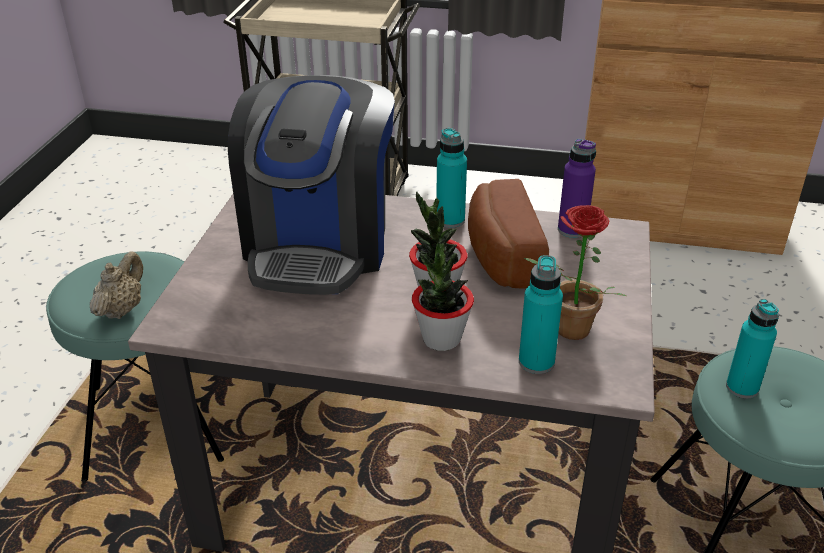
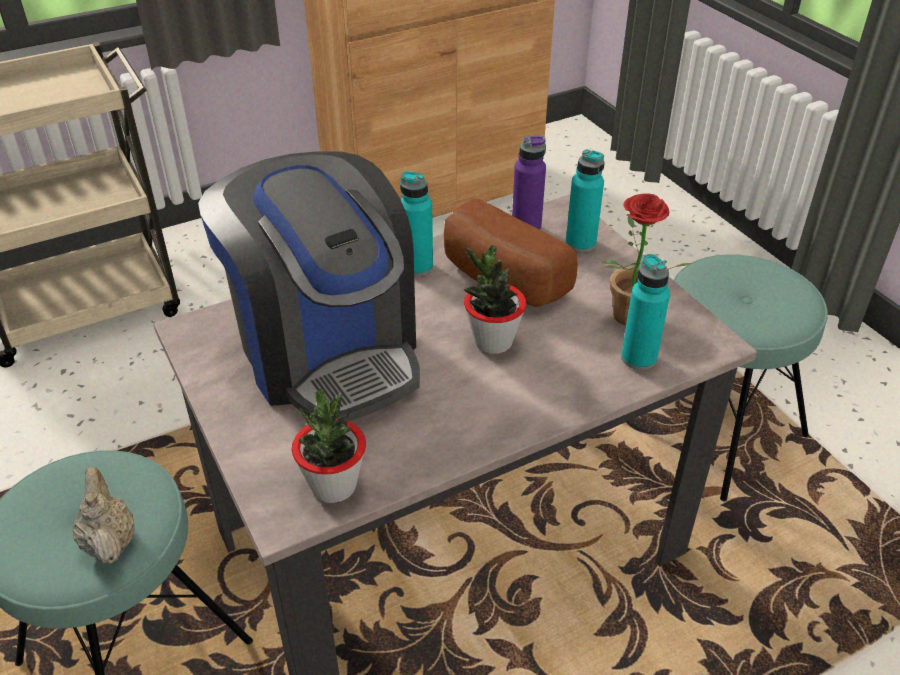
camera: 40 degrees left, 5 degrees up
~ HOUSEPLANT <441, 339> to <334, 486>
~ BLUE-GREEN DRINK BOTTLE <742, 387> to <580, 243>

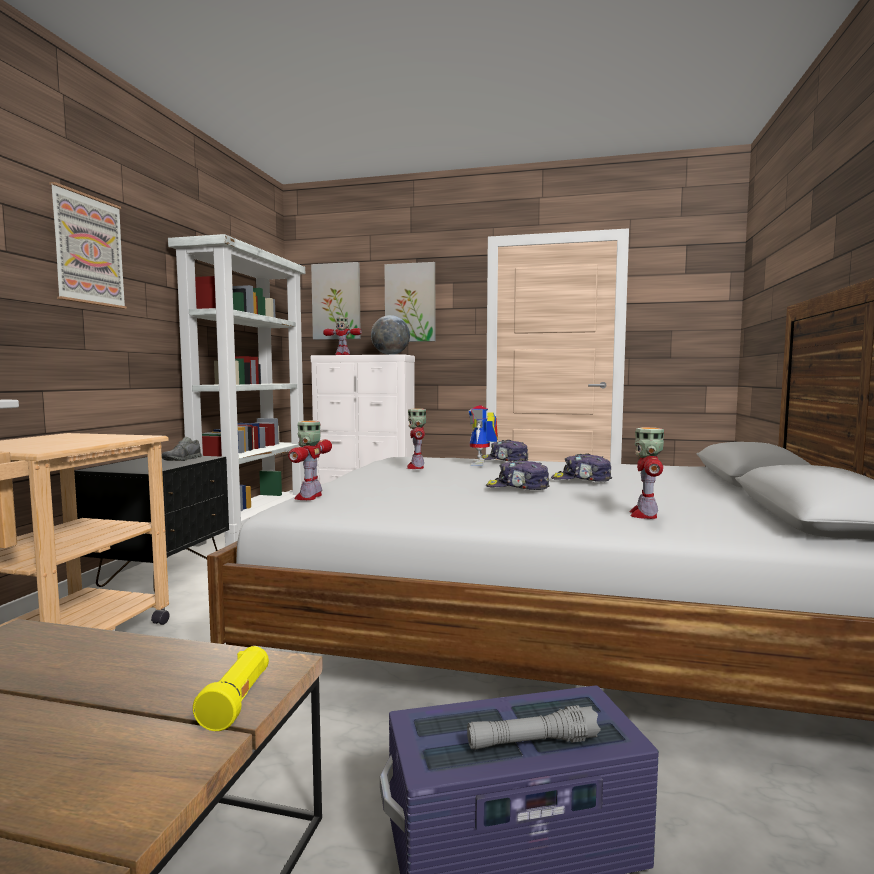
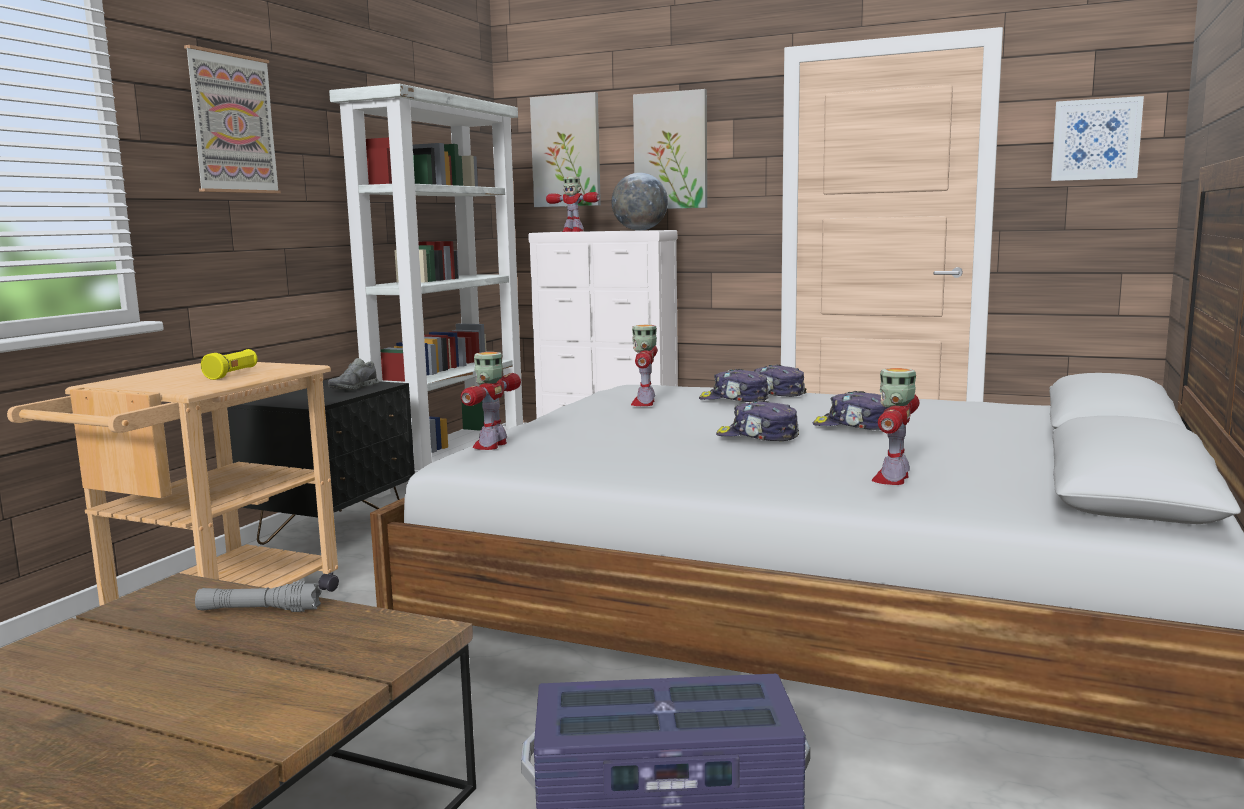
camera: 10 degrees right, 5 degrees up
~ YELLOWISH TORCH <237, 702> to <232, 375>
~ GREY TORCH <532, 742> to <259, 610>
~ ROBOT FIGURE <482, 464> to BASEBALL CAP <734, 400>
+ WALL ART <1096, 139>

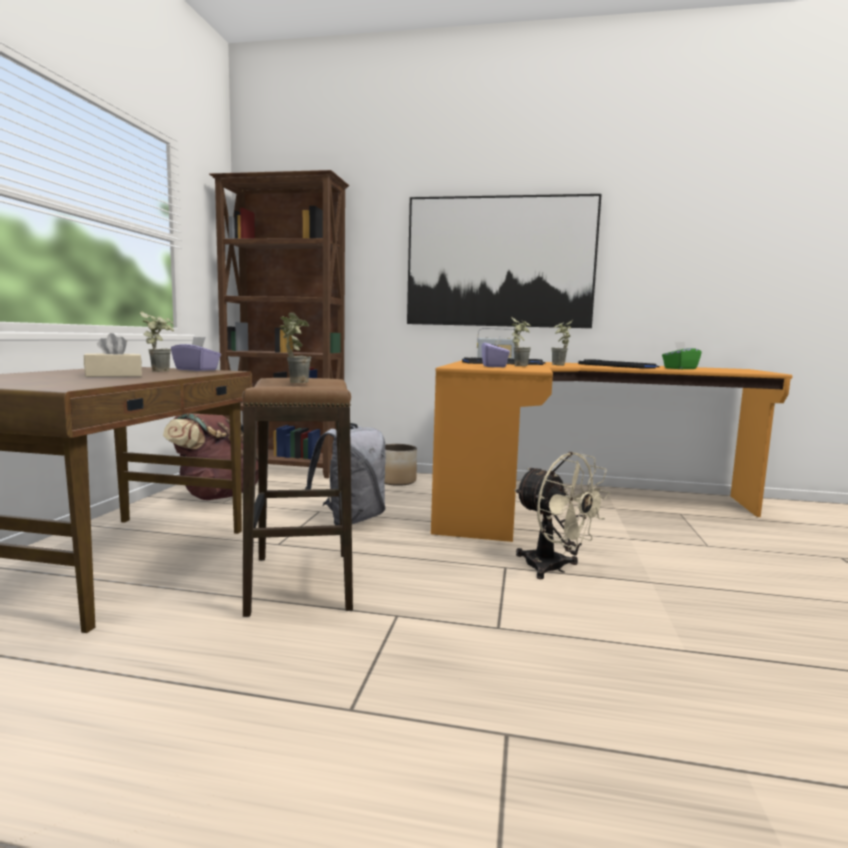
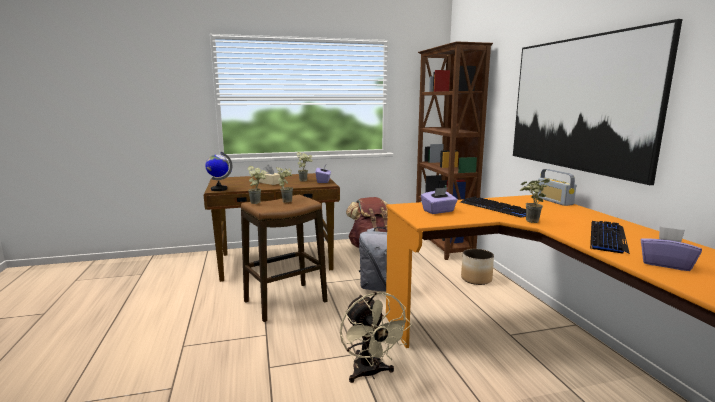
camera: 65 degrees right, 5 degrees up
~ HOUSEPLANT <519, 366> to <258, 202>
~ BEIGE-COLOURED ELECTRIC FAN <554, 569> = <370, 374> 45 degrees counterclockwise
~ GREENISH BOX OF TISSUES <680, 368> to PURPLISH BOX OF TISSUES <665, 264>
+ DESK GLOBE <219, 189>

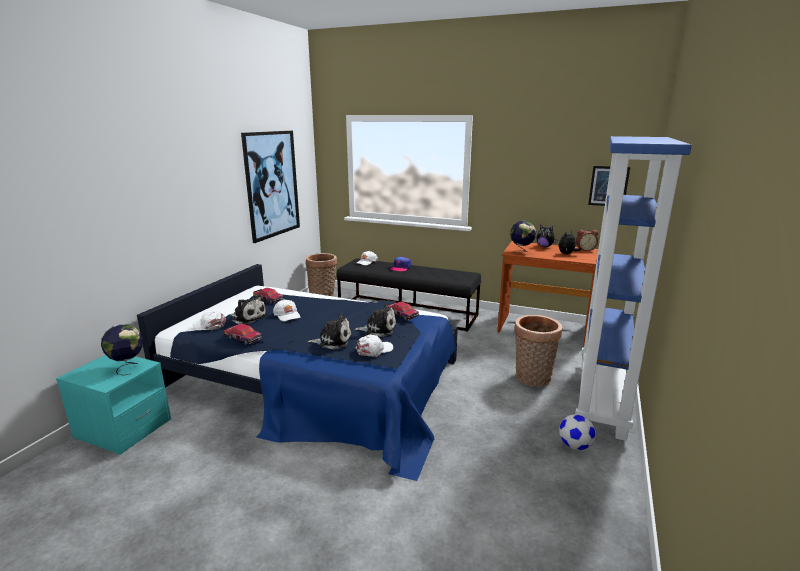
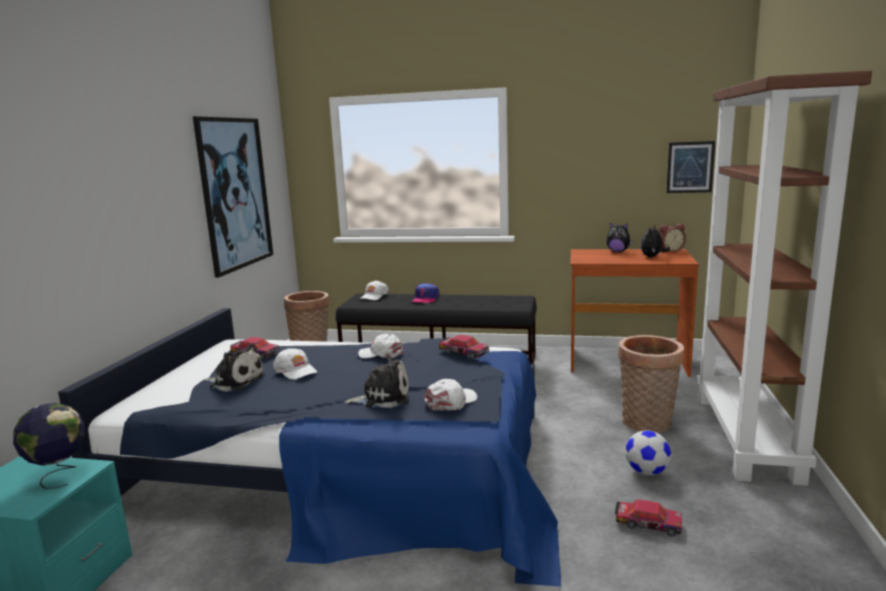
camera: 10 degrees left, 5 degrees down
~ WHITE-COLOURED BASEBALL CAP <209, 325> to <381, 354>
~ MINIATURE CAR <243, 338> to <648, 523>
- CUDDLY TOY <378, 329>
- DESK GLOBE <521, 252>
~ BALL FOR FOOTBALL <575, 446> to <647, 472>
~ BLUE-COLOURED SHELVING UNIT <602, 399> to BROWN-COLOURED SHELVING UNIT <747, 437>

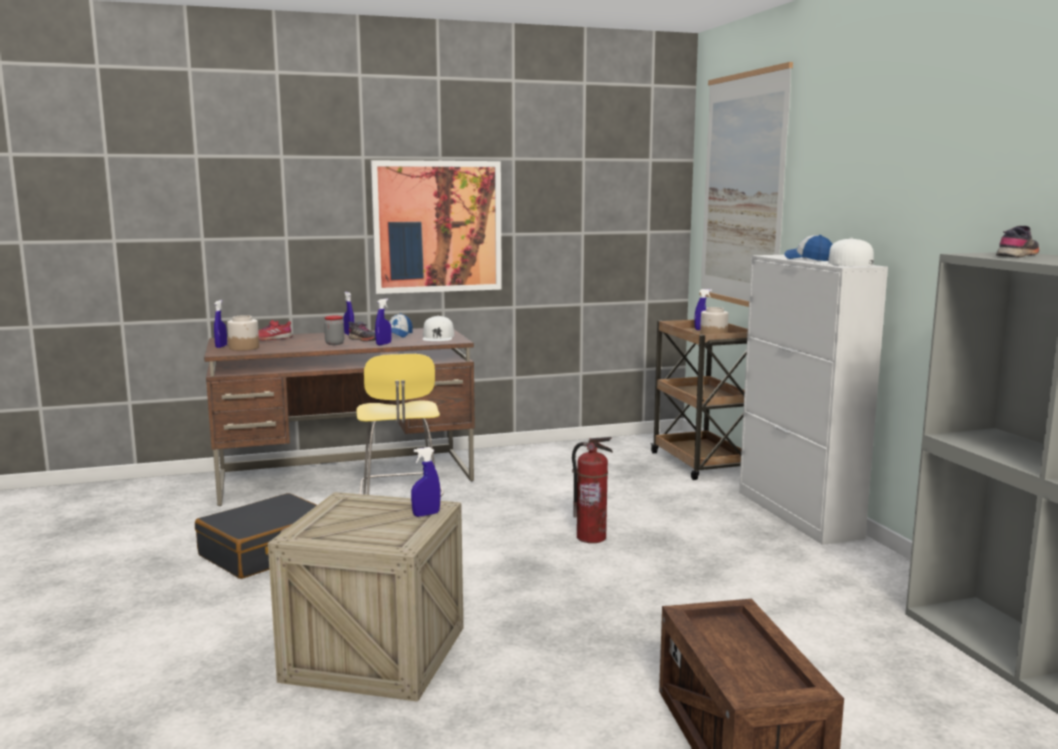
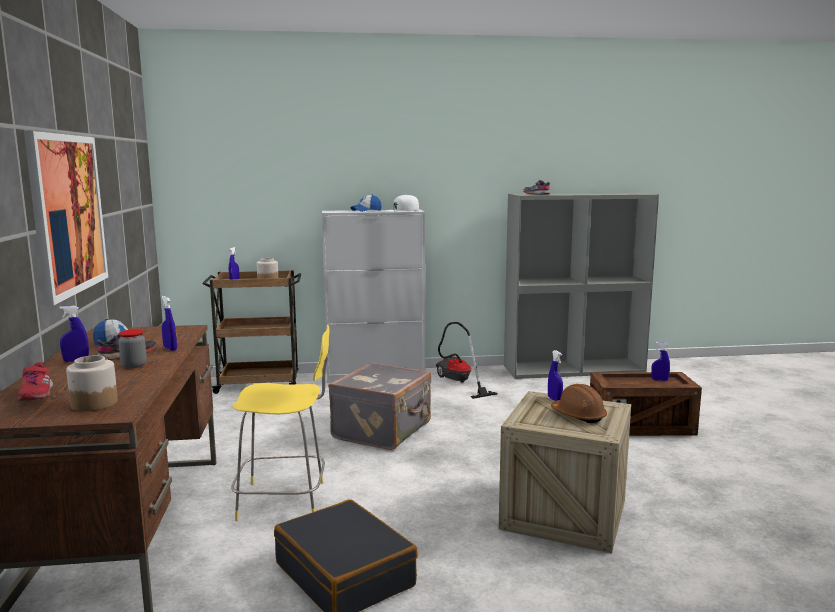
camera: 80 degrees left, 0 degrees up
~ BLUE-COLOURED SPRAYER <221, 346> to <659, 380>
- WHITE-COLOURED BASEBALL CAP <438, 337>
~ EXTINGUISHER <591, 537> to GREY TRAVEL CASE <383, 431>
- WALL ART <743, 190>
+ VACUUM <458, 382>
+ BROWN-COLOURED SAFETY HELMET <578, 415>

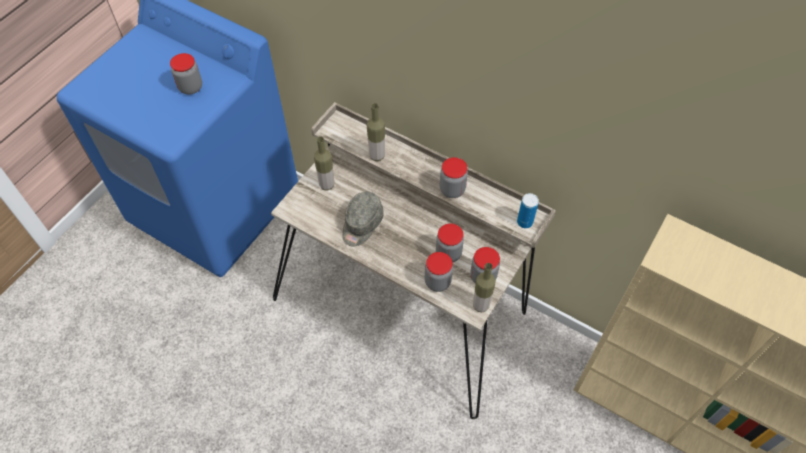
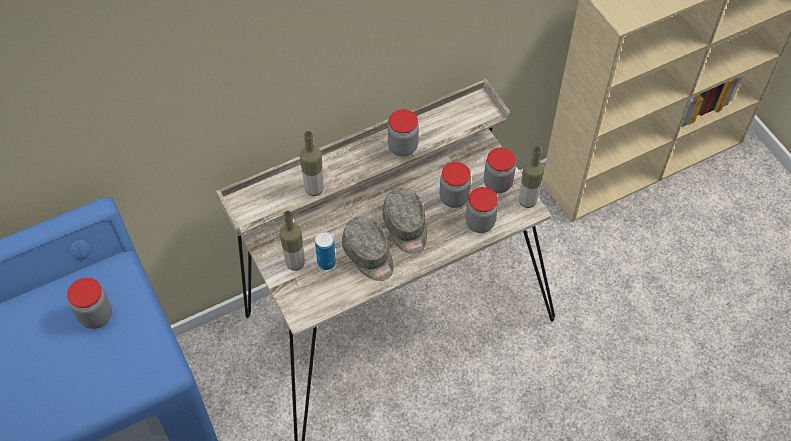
camera: 60 degrees left, 0 degrees up
~ CAN <524, 222> to <326, 262>
+ GREY BASEBALL CAP <406, 227>

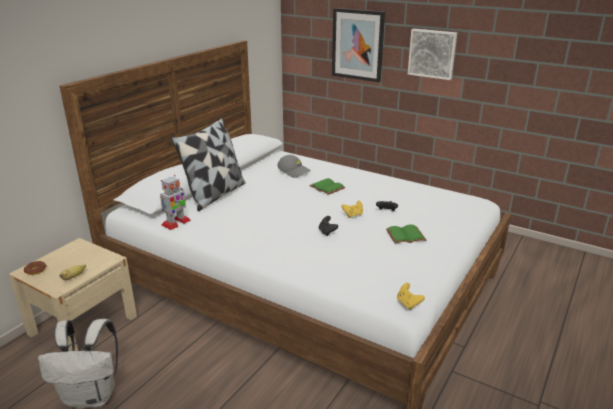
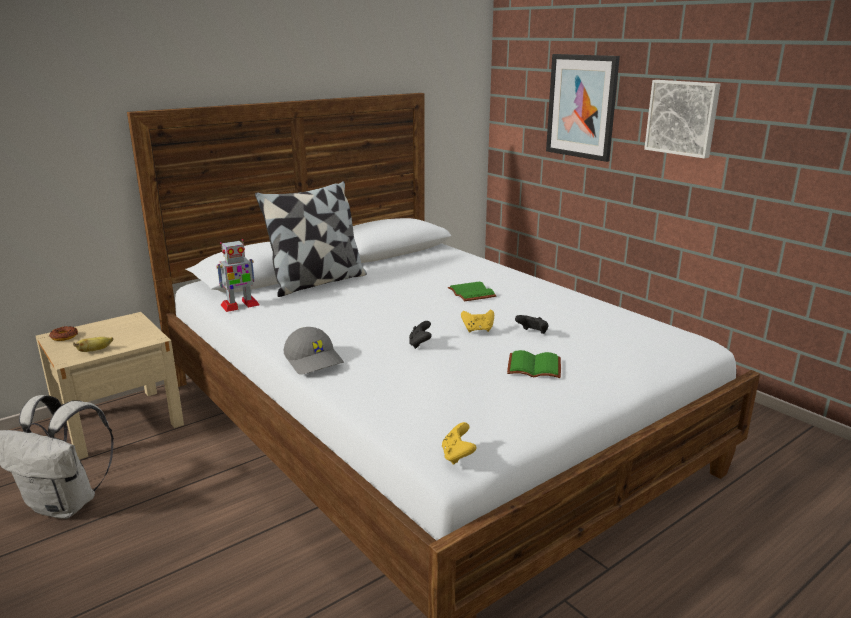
camera: 20 degrees right, 5 degrees down
~ GREY BASEBALL CAP <294, 171> to <314, 360>

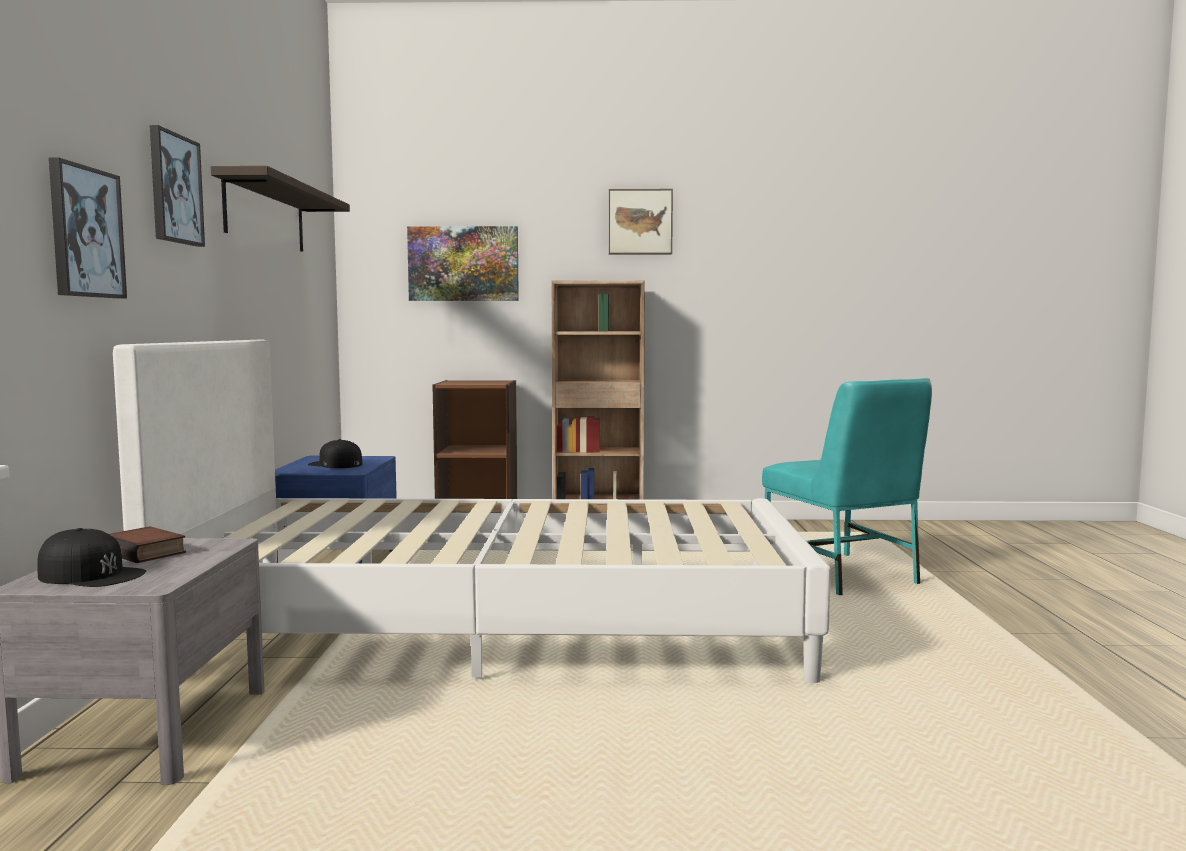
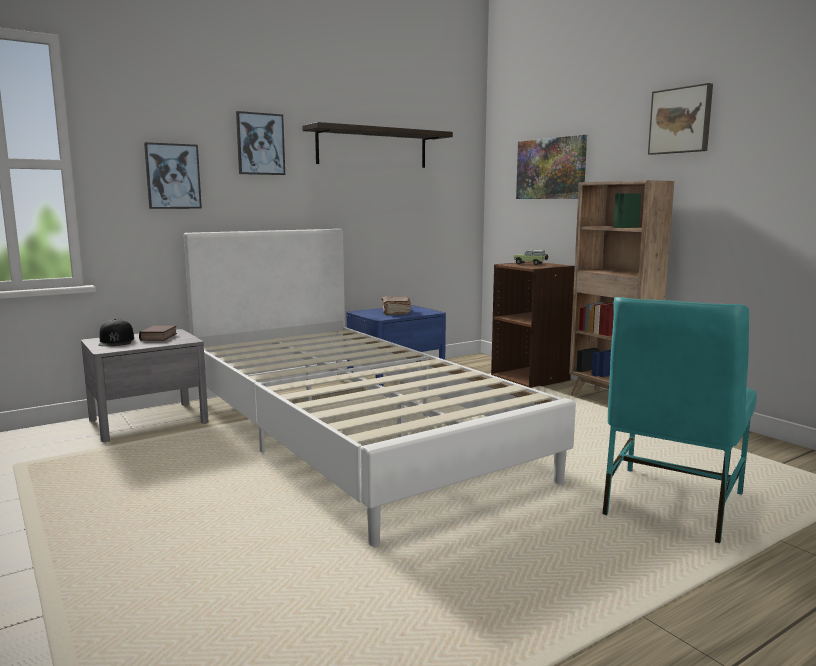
camera: 55 degrees right, 5 degrees up
~ BLACK-COLOURED BASEBALL CAP <335, 464> to BROWN-COLOURED VOLUME <395, 312>
+ MINIATURE CAR <530, 264>

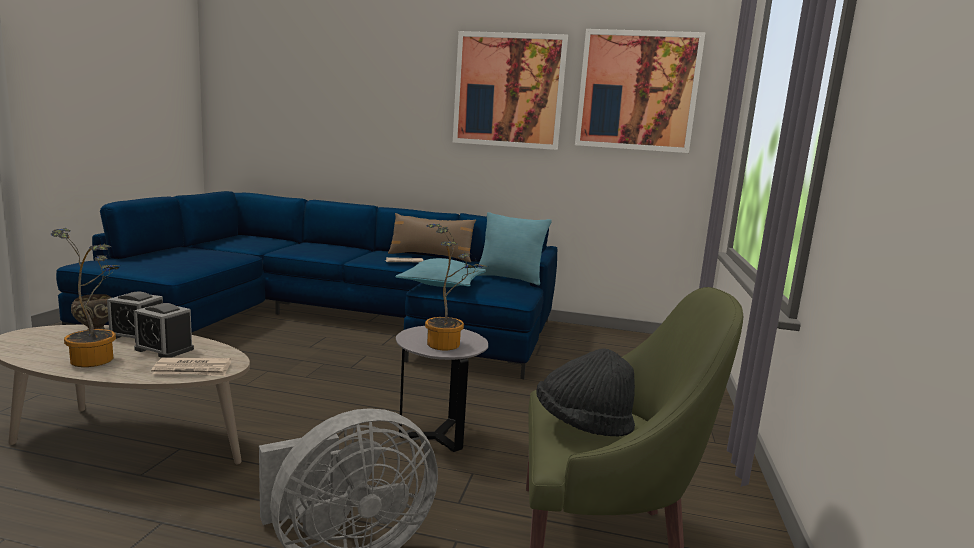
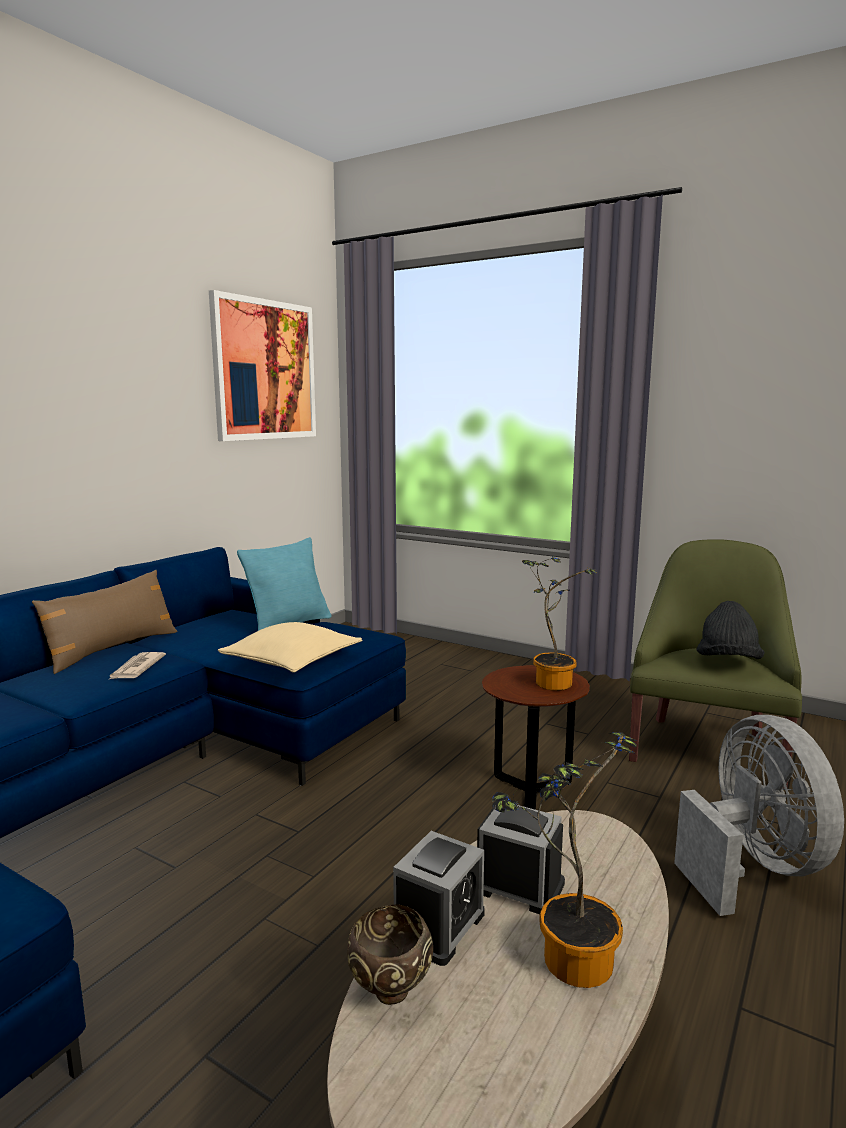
camera: 70 degrees left, 0 degrees up
~ TABLE CLOCK <164, 349> = <518, 886> 105 degrees counterclockwise
- PRINTED PAPER <193, 370>
~ BLUE-GREEN CUSHION <442, 284> to BEIGE-COLOURED CUSHION <292, 660>
~ GREY END TABLE <437, 437> to BROWN-COLOURED END TABLE <531, 790>
- WALL ART <508, 91>

